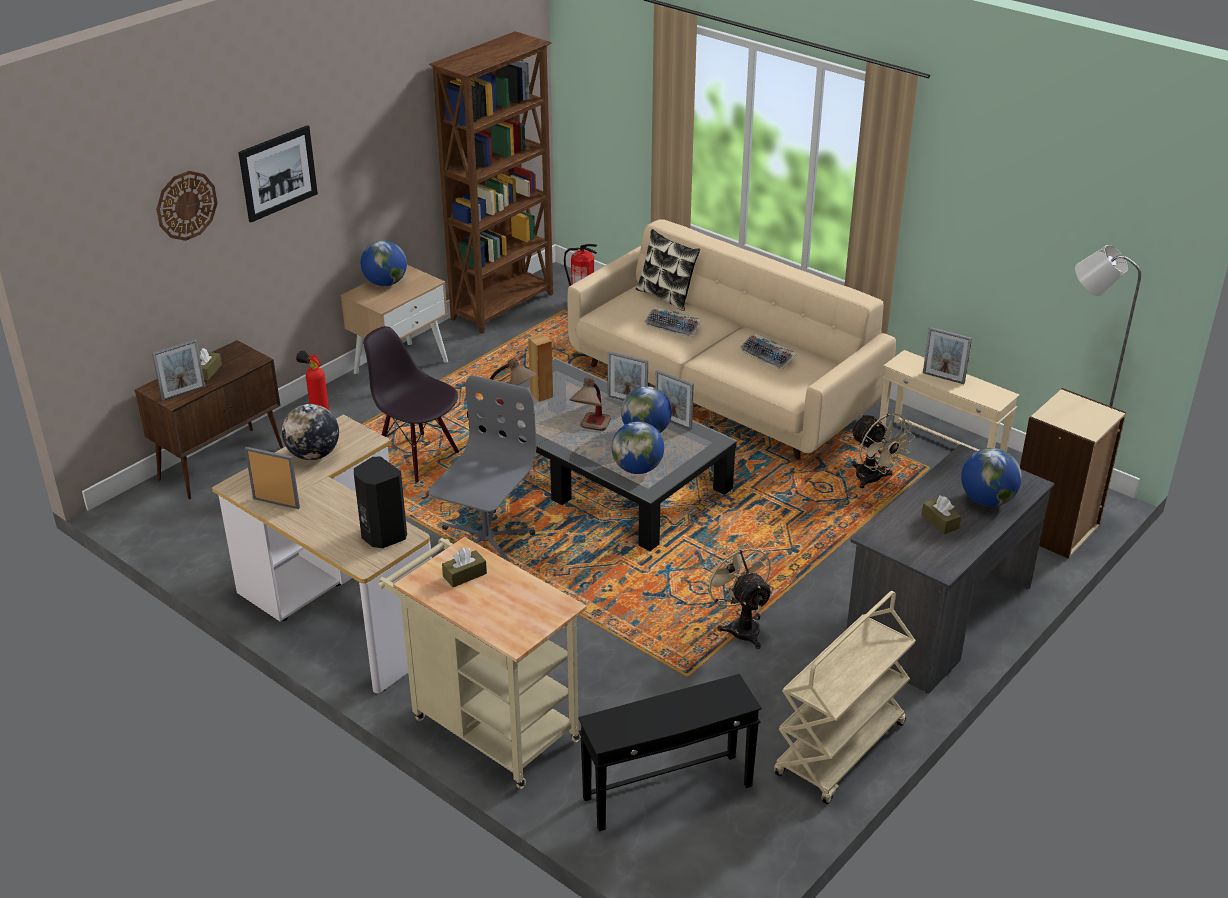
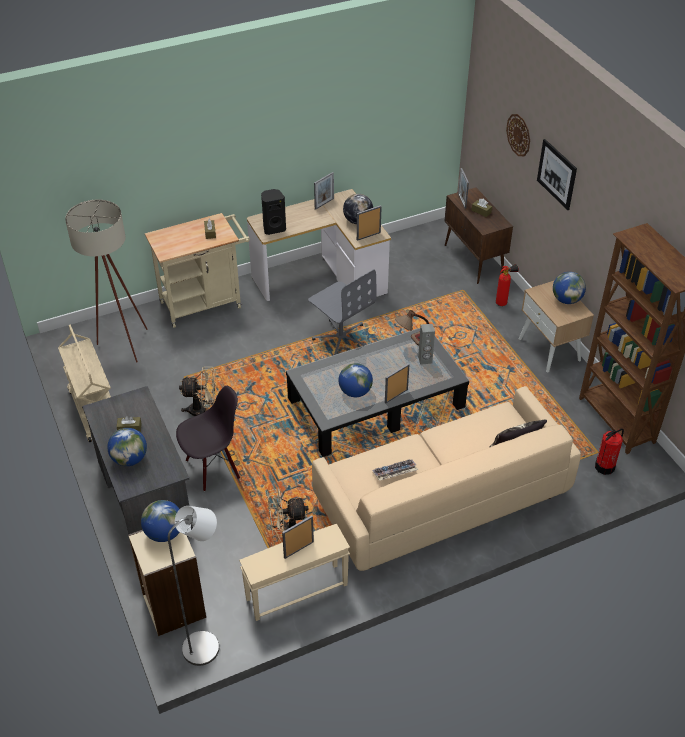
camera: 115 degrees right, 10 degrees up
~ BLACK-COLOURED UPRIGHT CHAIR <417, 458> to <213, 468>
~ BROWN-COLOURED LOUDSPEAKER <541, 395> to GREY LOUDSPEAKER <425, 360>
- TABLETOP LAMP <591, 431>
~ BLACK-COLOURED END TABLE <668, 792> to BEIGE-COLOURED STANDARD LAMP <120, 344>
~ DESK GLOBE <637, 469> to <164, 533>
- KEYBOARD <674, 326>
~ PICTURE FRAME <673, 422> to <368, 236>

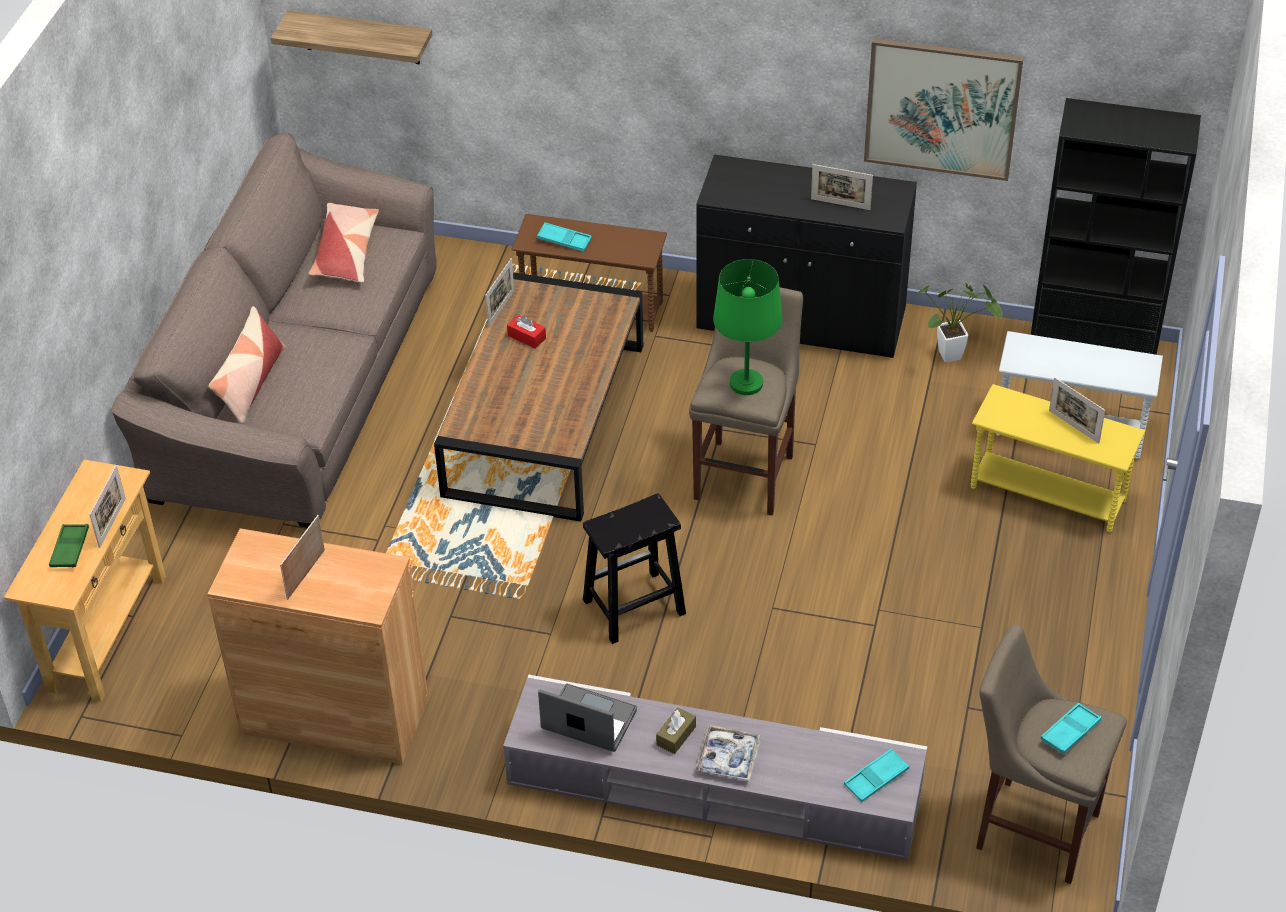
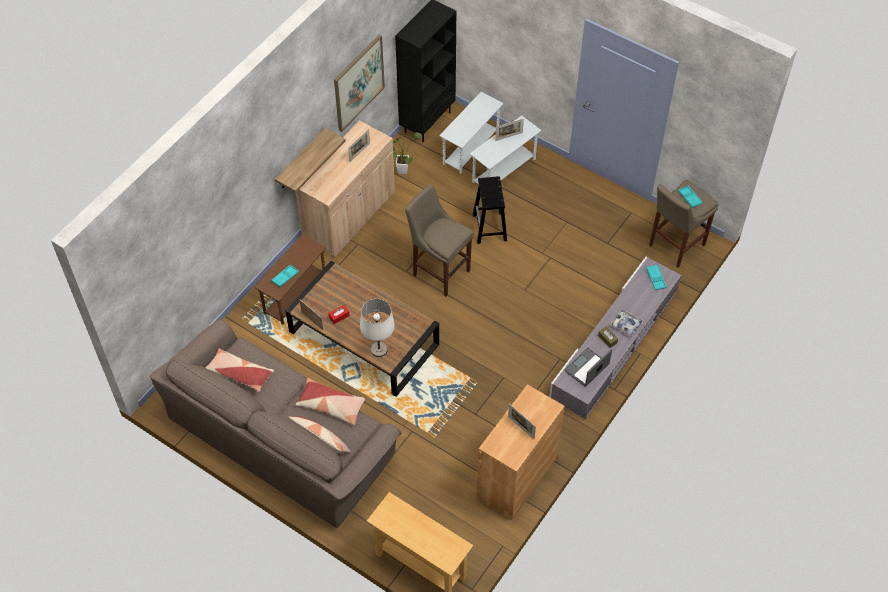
camera: 70 degrees left, 10 degrees up
- GREENISH TRAY <70, 549>
- PICTURE FRAME <112, 523>
~ SHELF <361, 37> to <301, 160>
~ BLACK-COLOURED STOOL SEAT <632, 608> to <490, 228>
~ BLACK-COLOURED STORAGE CABINET <801, 320> to BEIGE-COLOURED STORAGE CABINET <349, 216>
- GREENISH TABLETOP LAMP <746, 383>
~ YELLOWISH END TABLE <1047, 494> to WHITE-COLOURED END TABLE <503, 171>
+ CUSHION <331, 405>
+ WHITE-COLOURED TABLETOP LAMP <379, 350>

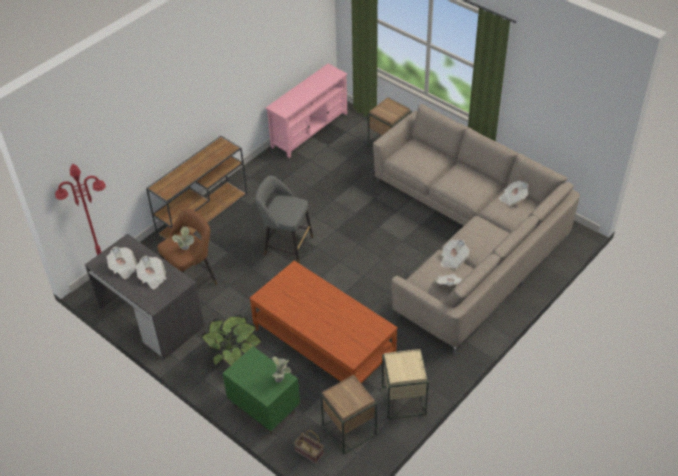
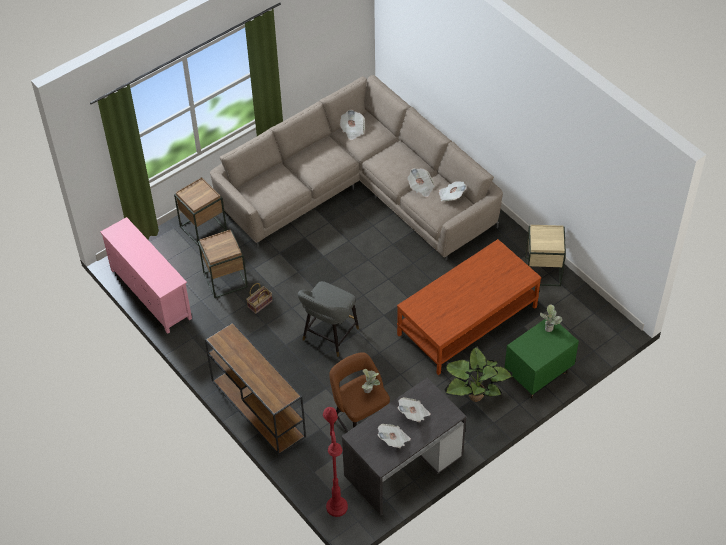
camera: 80 degrees left, 5 degrees up
~ BASKET <308, 452> to <260, 304>
~ BROWN-COLOURED END TABLE <349, 430> to <225, 280>

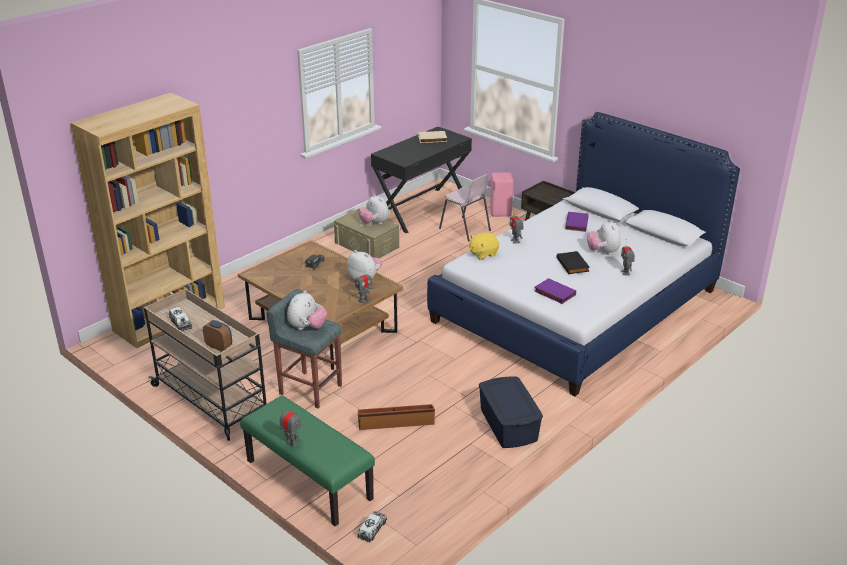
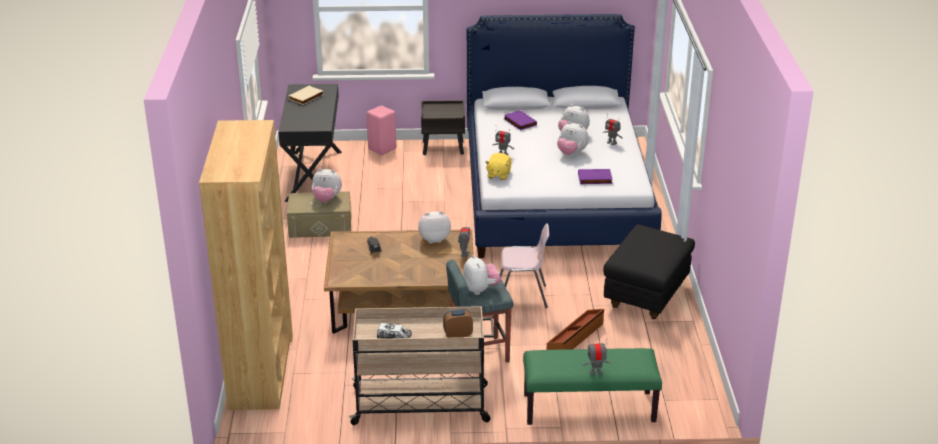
camera: 45 degrees left, 0 degrees up
- TOY TRUCK <372, 530>
~ PINK UPRIGHT CHAIR <465, 230> to <522, 297>
~ BLUE-COLOURED STORAGE BOX <508, 425> to BLACK-COLOURED POUFFE <646, 296>
~ BLACK-COLOURED VOLUME <573, 264> to CUDDLY TOY <571, 153>

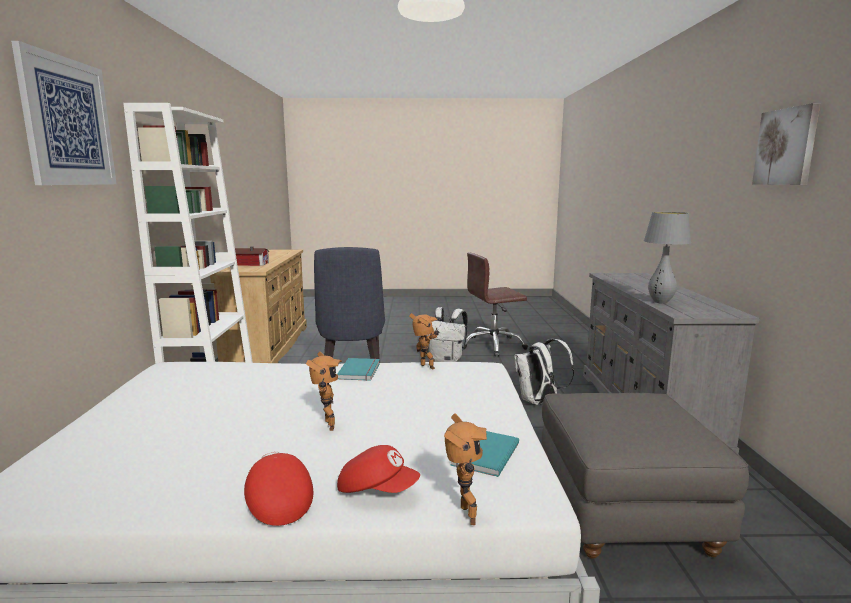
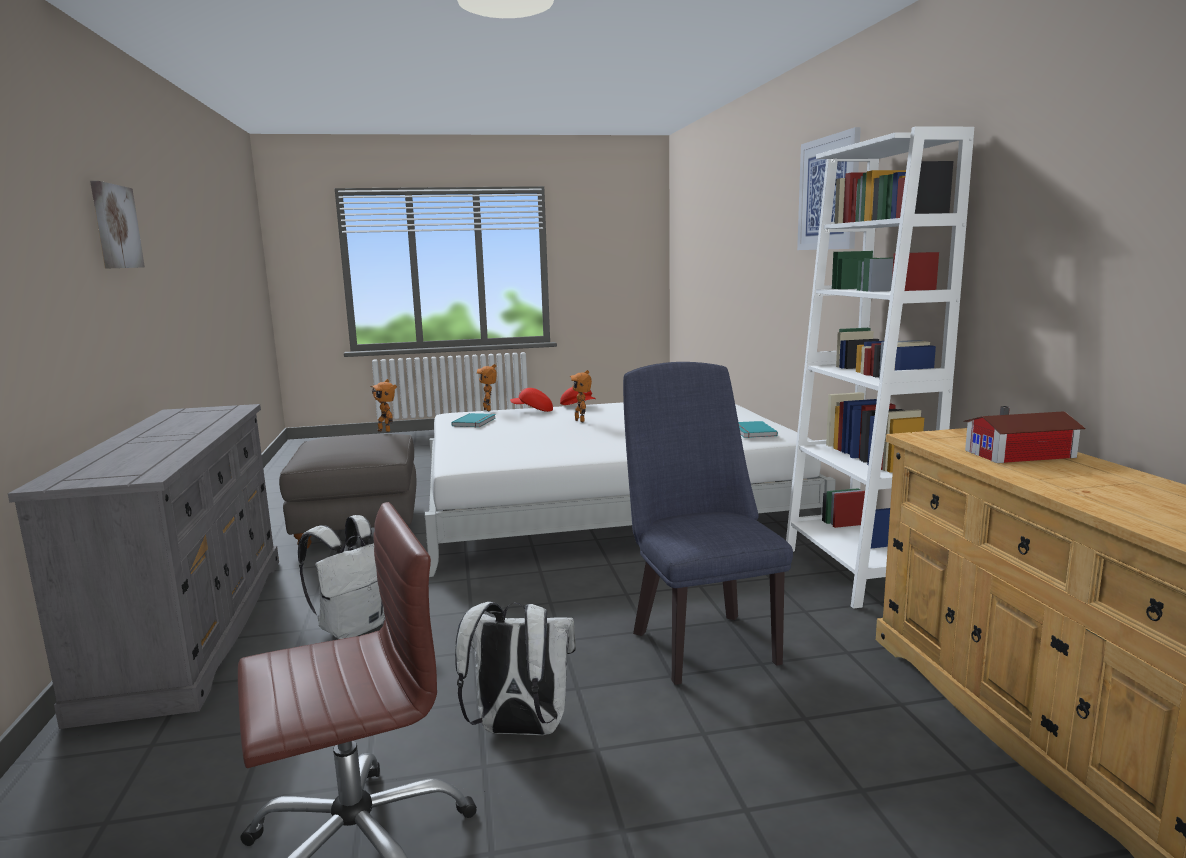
camera: 170 degrees right, 0 degrees up
~ BLUE-GREEN VOLUME <360, 371> to <751, 432>
~ ROBOT FIGURE <425, 367> to <385, 431>
- GREY TABLETOP LAMP <660, 302>

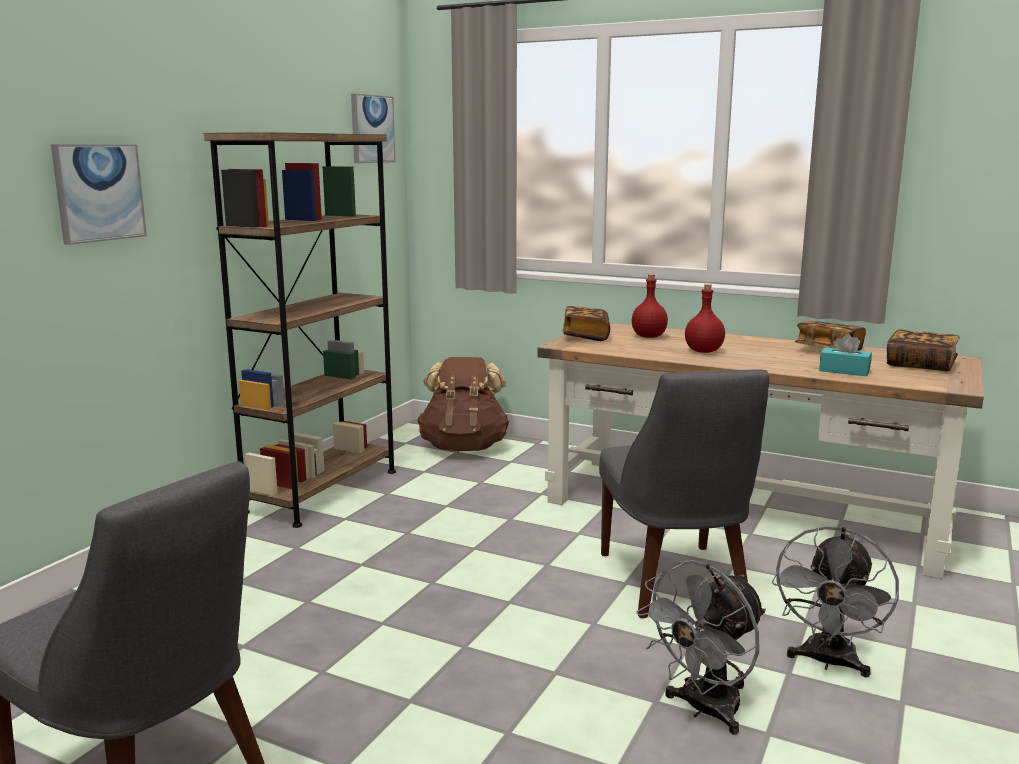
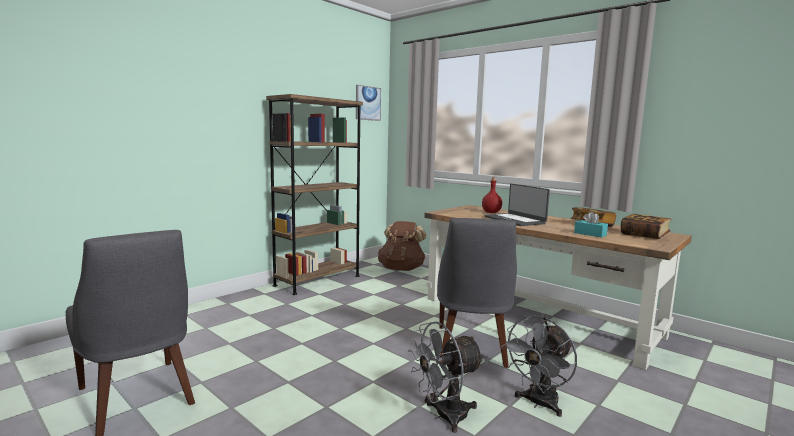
camera: 15 degrees right, 5 degrees down
- WALL ART <99, 192>
- VOLUME <586, 336>
~ RED DRINK BOTTLE <704, 351> to LAPTOP <515, 220>

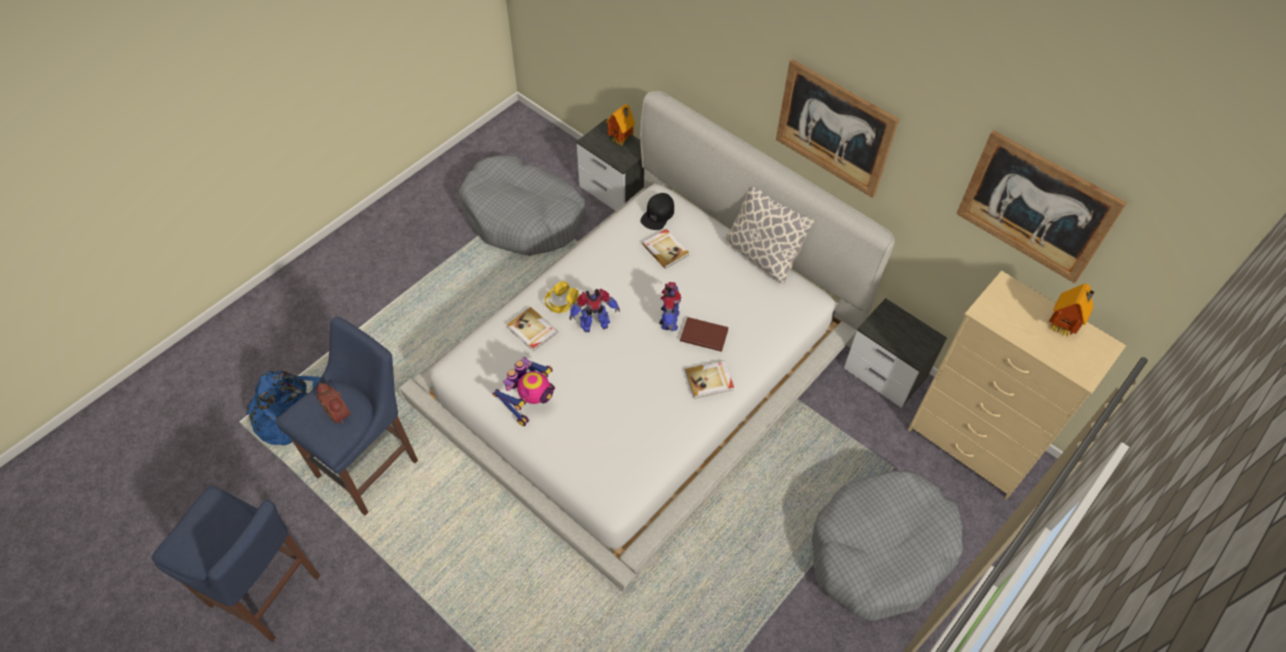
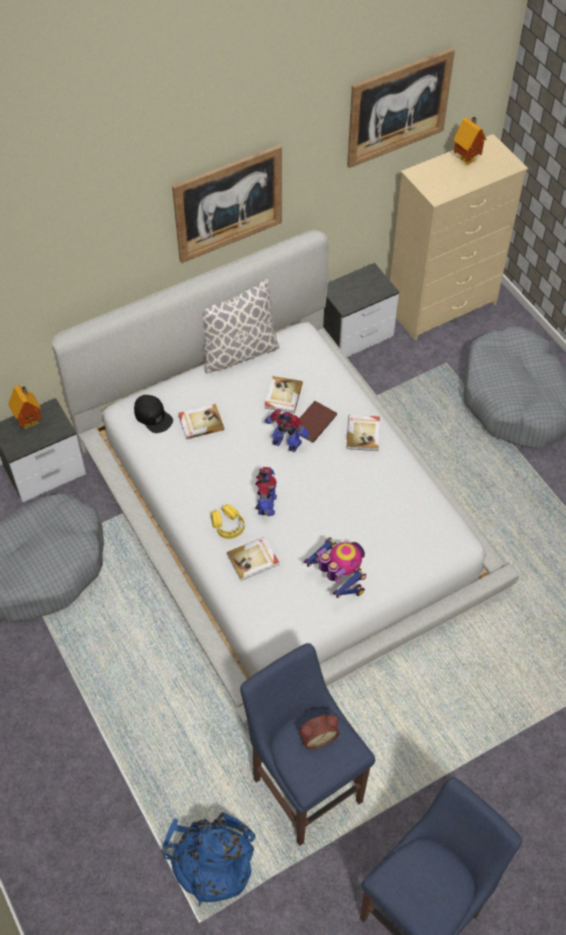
camera: 70 degrees left, 0 degrees up
+ VOLUME <282, 396>

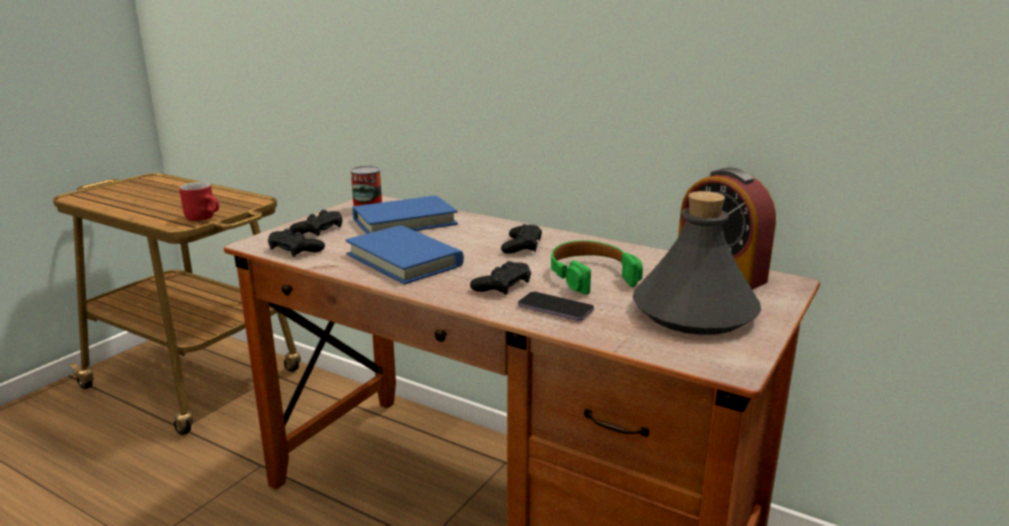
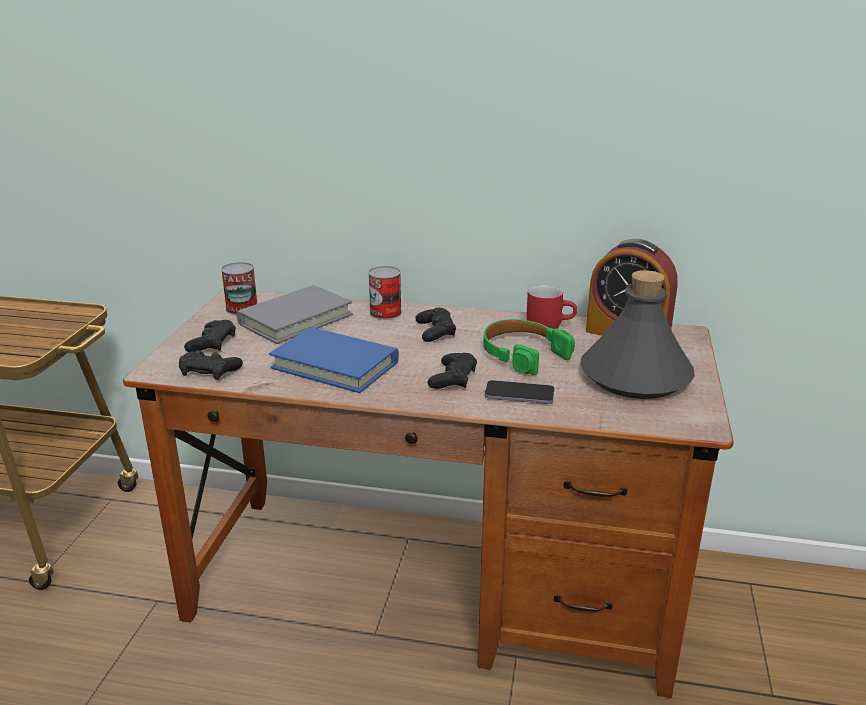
camera: 20 degrees left, 5 degrees up
~ RED MUG <205, 217> to <548, 326>
~ BLUE-COLOURED VOLUME <404, 222> to GREY VOLUME <295, 319>
+ CAN <385, 313>

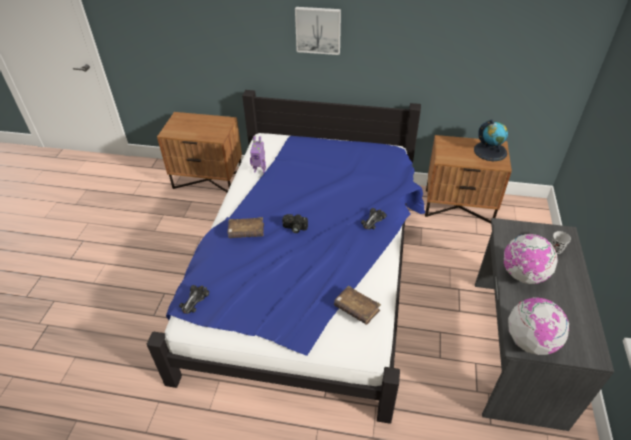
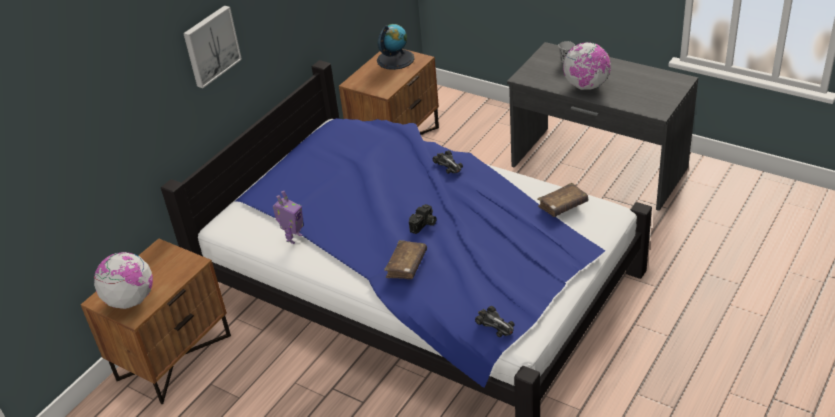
camera: 65 degrees left, 5 degrees down
~ DESK GLOBE <530, 341> to <130, 300>

